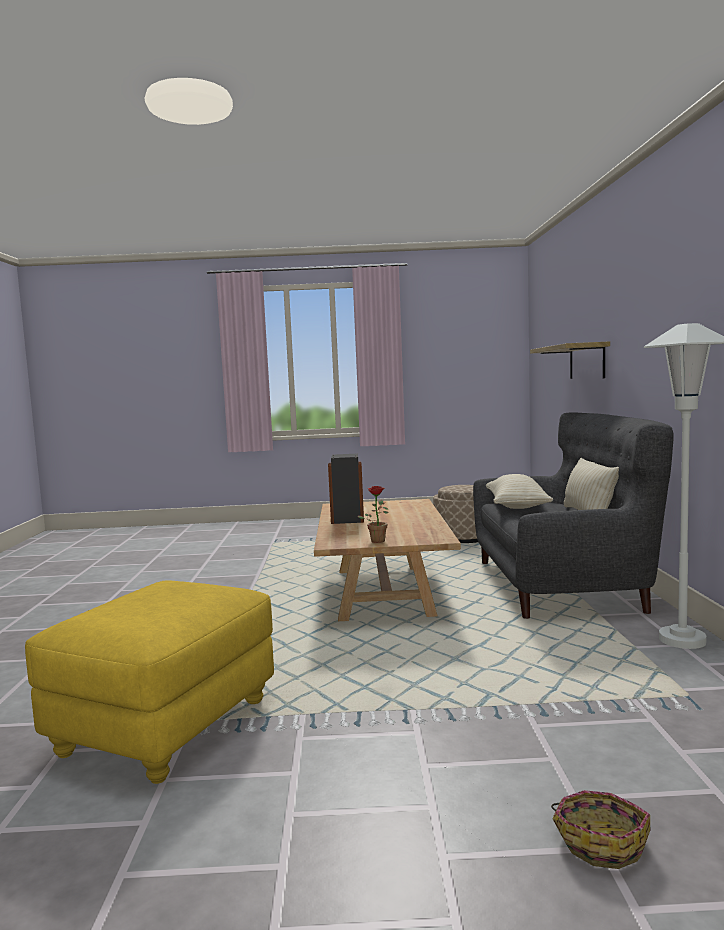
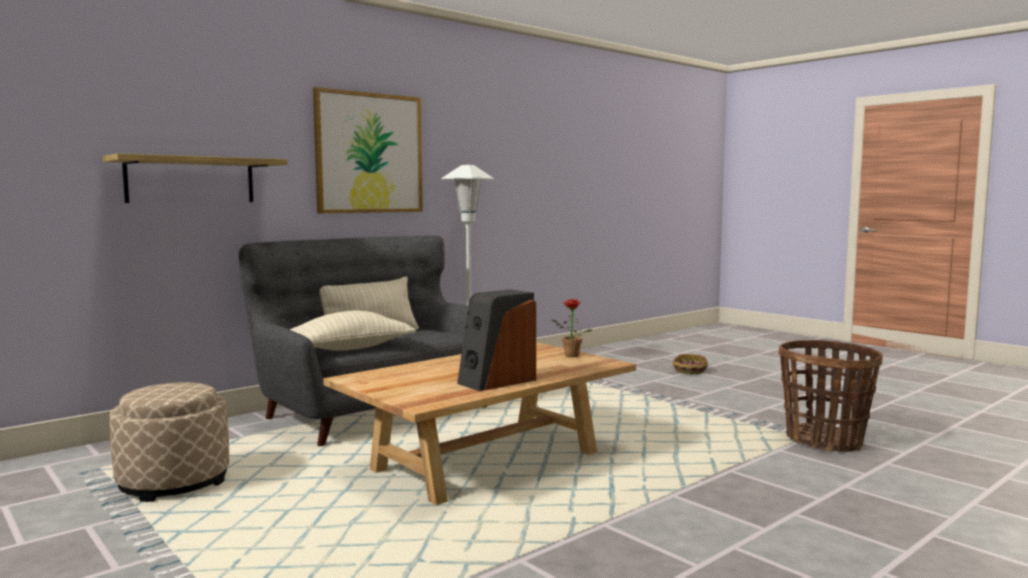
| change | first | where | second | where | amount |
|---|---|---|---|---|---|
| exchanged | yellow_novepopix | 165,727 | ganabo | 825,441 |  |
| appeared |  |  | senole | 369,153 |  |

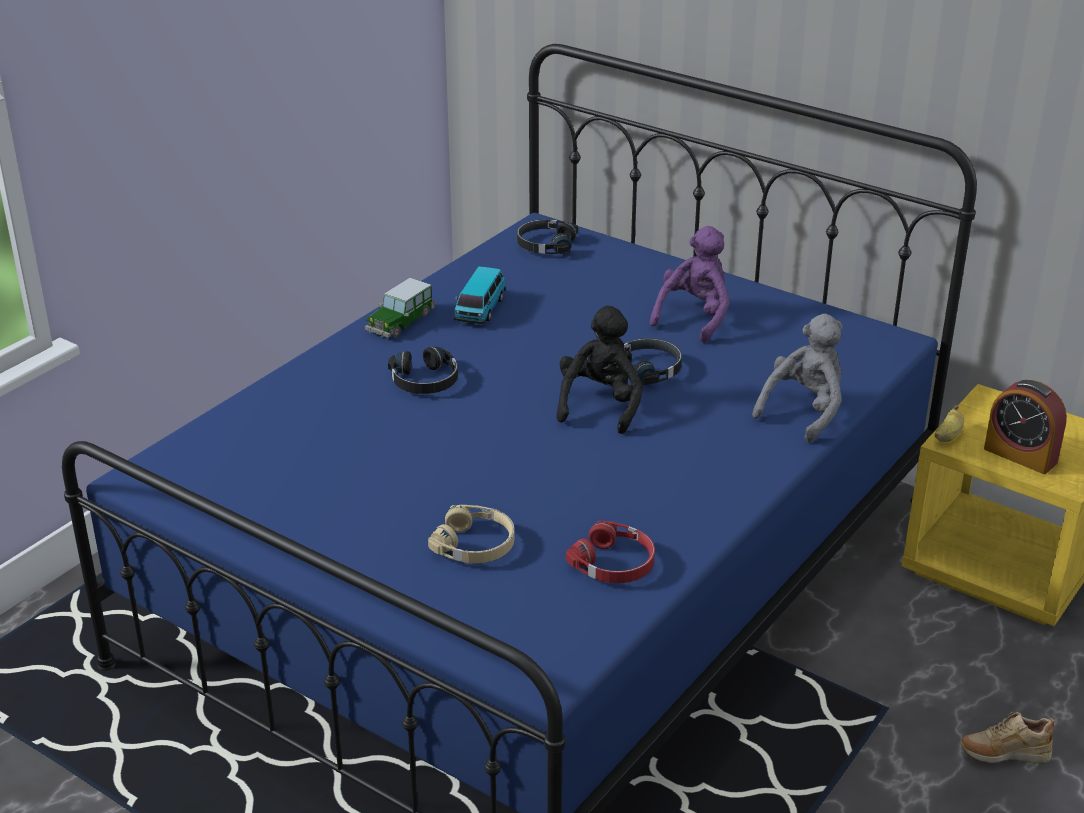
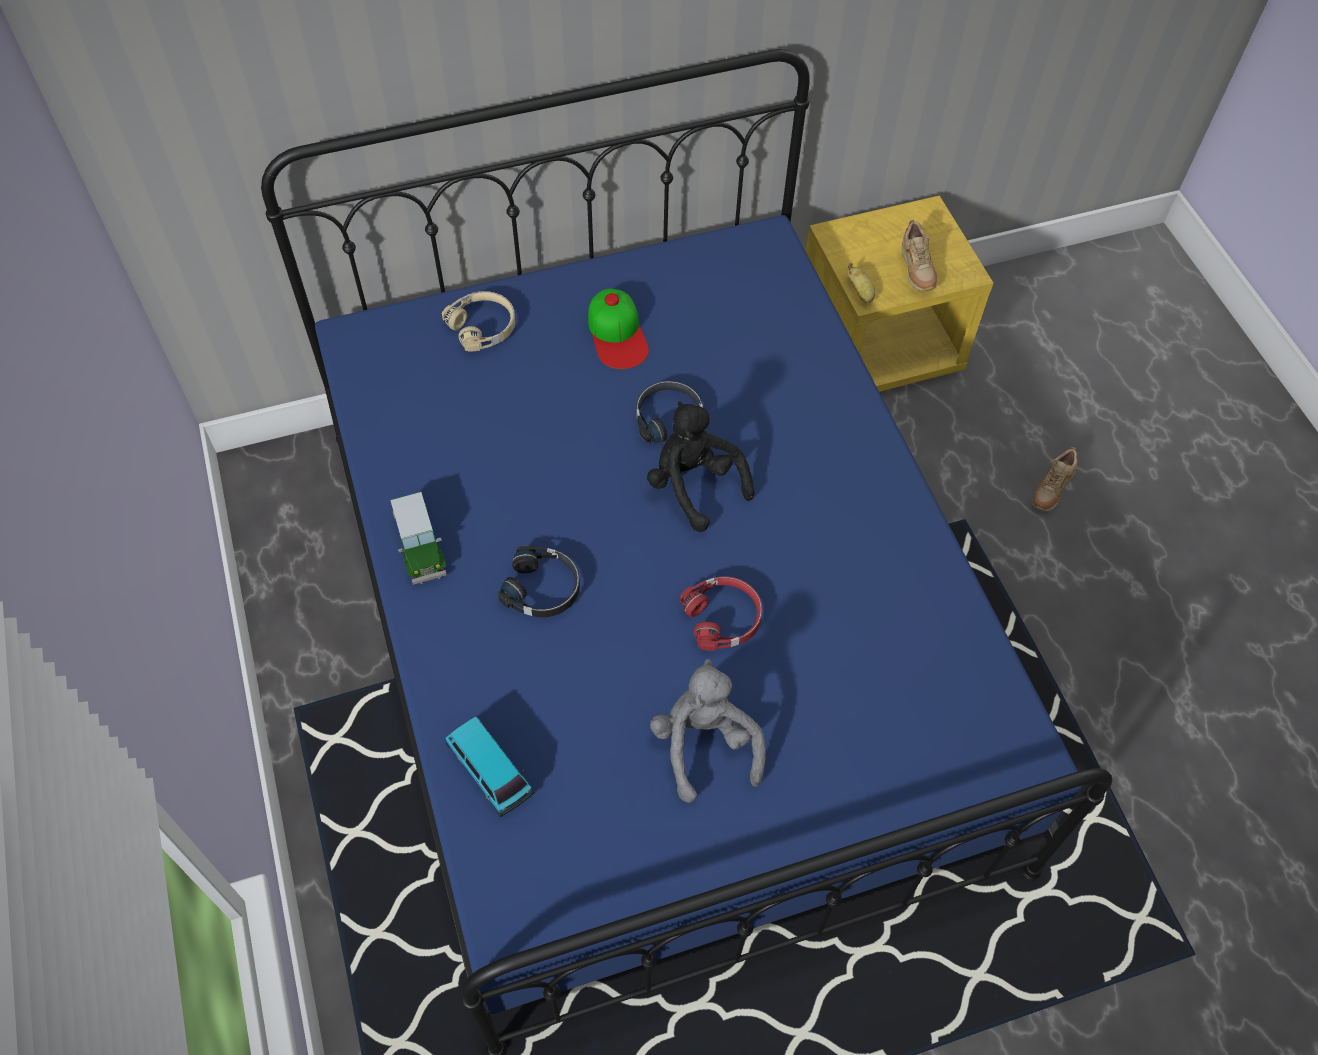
| change | first | where | second | where | amount |
|---|---|---|---|---|---|
| relocated | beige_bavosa | 475,545 |  | 483,326 |  |
| relocated | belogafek | 480,309 |  | 490,771 |  |
| missing | black_bavosa | 545,245 |  |  |  |
| relocated | red_bavosa | 614,564 |  | 723,617 |  |
| exchanged | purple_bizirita | 694,317 | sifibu | 617,334 |  |
| relocated | grey_bizirita | 804,411 |  | 705,745 |  |
| exchanged | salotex | 1020,455 | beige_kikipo | 916,271 |  |

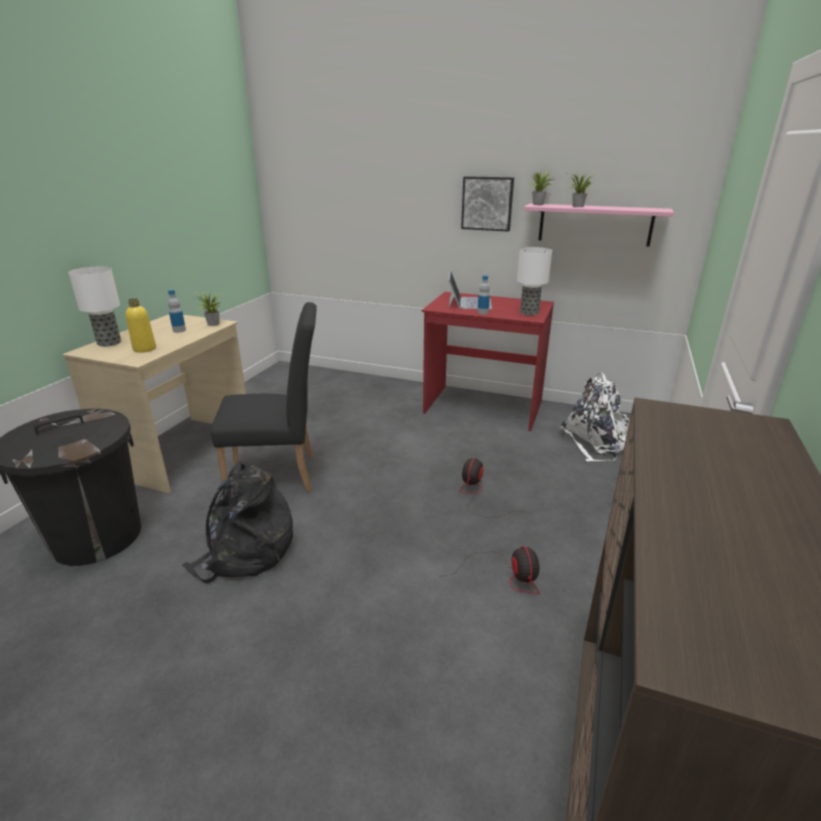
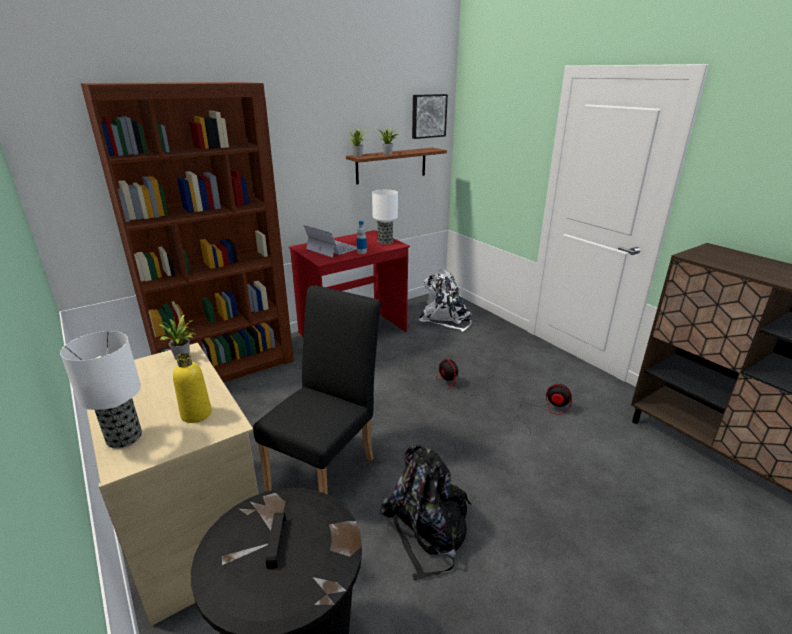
| change | first | where | second | where | amount |
|---|---|---|---|---|---|
| missing | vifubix | 179,330 |  |  |  |
| relocated | senole | 487,203 |  | 428,116 |  |
| colour | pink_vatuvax | 594,224 | brown_vatuvax | 391,165 |  |
| appeared |  |  | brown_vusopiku | 227,367 |  |

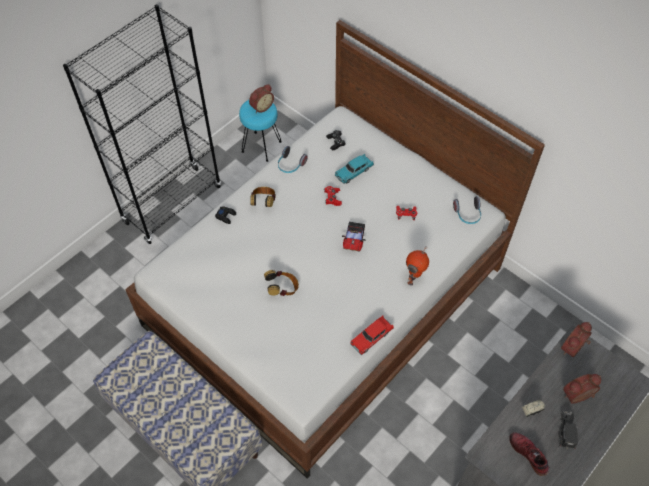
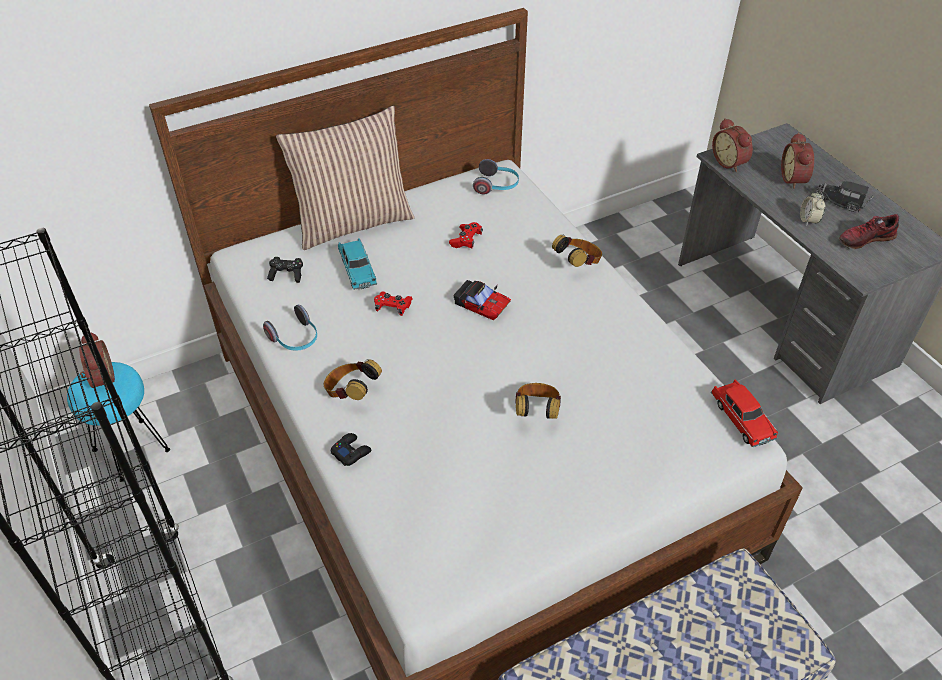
| change | first | where | second | where | amount |
|---|---|---|---|---|---|
| relocated | red_belogafek | 371,337 |  | 741,419 |  |
| exchanged | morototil | 414,279 | bavosa | 578,263 |  |
| appeared |  |  | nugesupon | 353,222 |  |

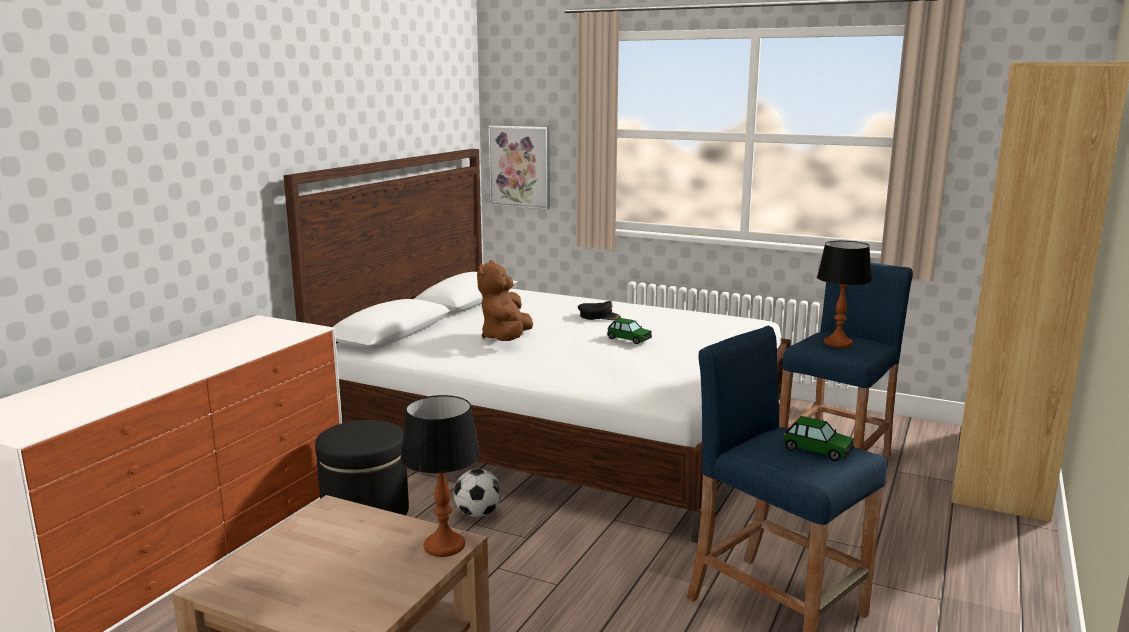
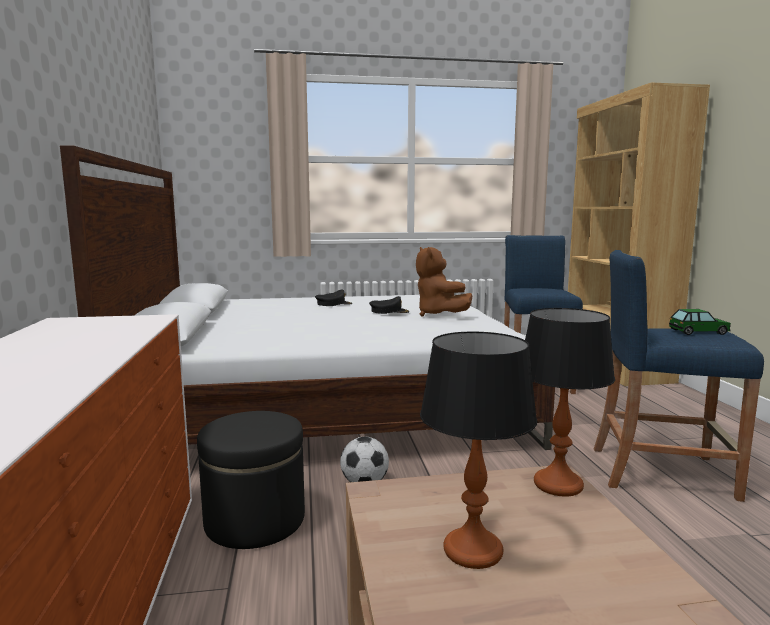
| change | first | where | second | where | amount |
|---|---|---|---|---|---|
| relocated | brown_bizirita | 506,339 |  | 438,314 |  |
| missing | senole | 520,166 |  |  |  |
| exchanged | belogafek | 629,339 | black_sifibu | 389,311 |  |
| relocated | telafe | 837,343 |  | 473,551 |  |

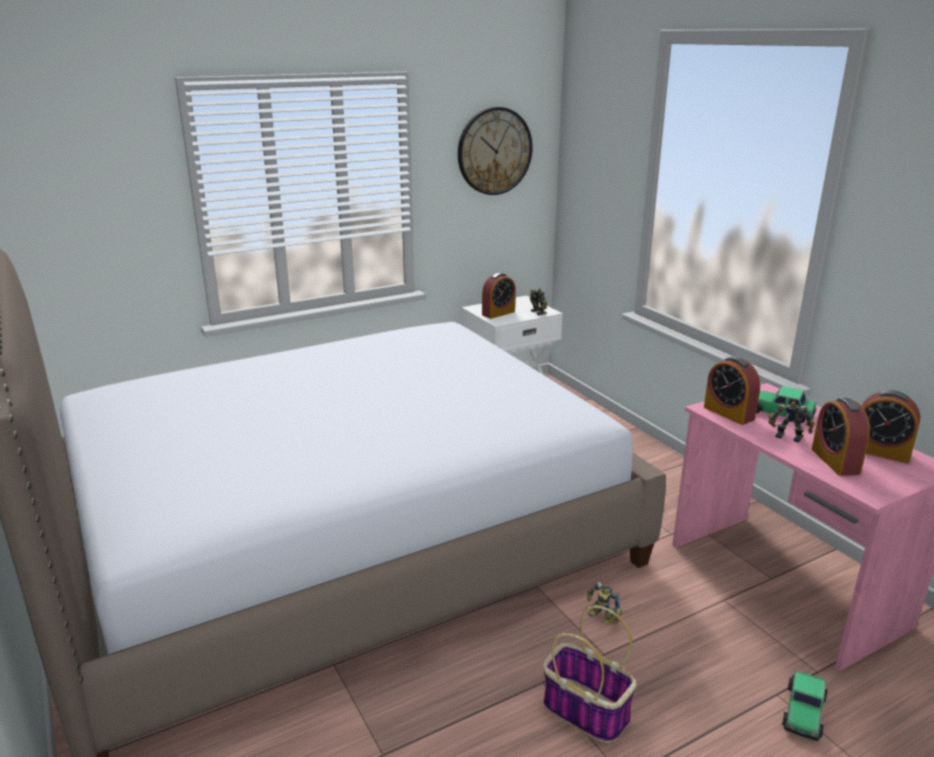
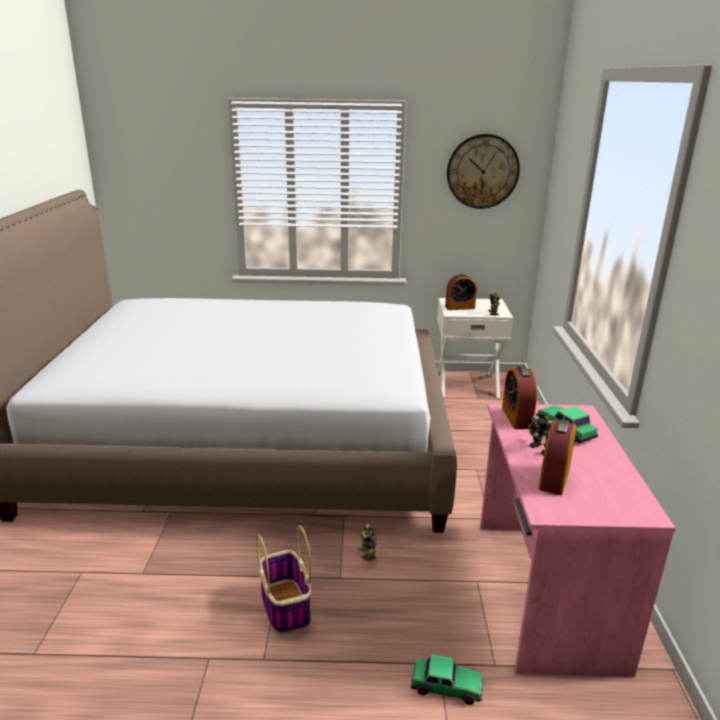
| change | first | where | second | where | amount |
|---|---|---|---|---|---|
| spun | belogafek | 803,712 |  | 446,686 | 135 degrees counterclockwise |
| missing | salotex | 880,451 |  |  |  |

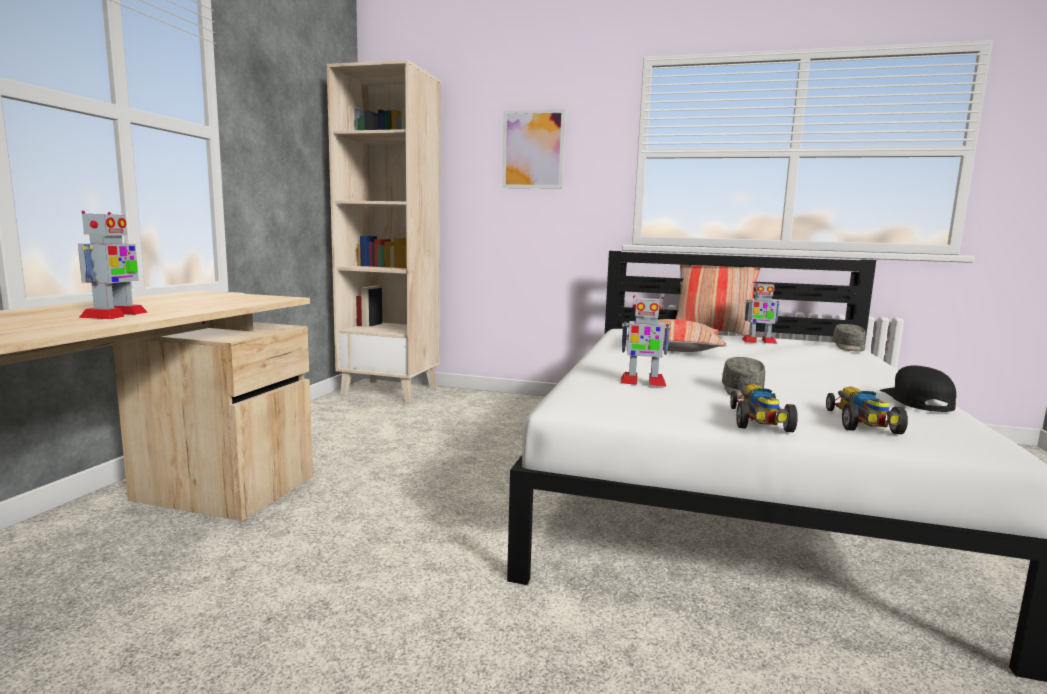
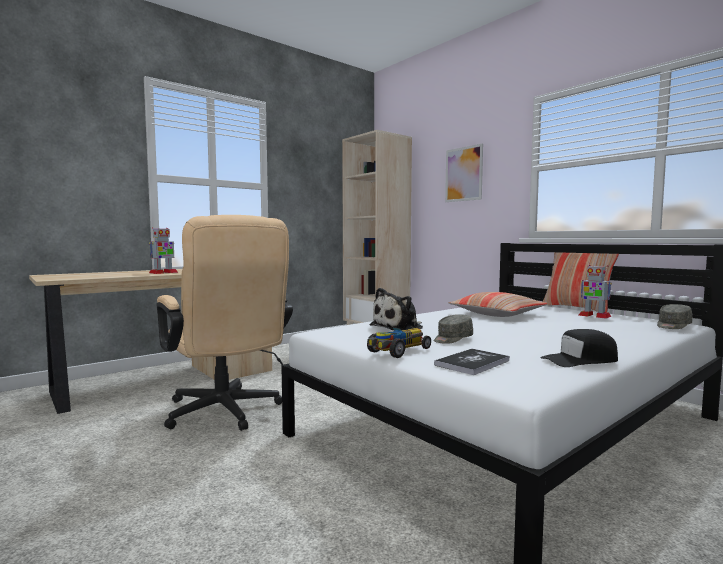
| change | first | where | second | where | amount |
|---|---|---|---|---|---|
| exchanged | morototil | 642,382 | bizirita | 399,327 |  |
| exchanged | belogafek | 862,423 | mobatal | 472,363 |  |
| spun | black_sifibu | 916,401 |  | 580,360 | 150 degrees counterclockwise |
| appeared |  |  | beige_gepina | 226,413 |  |

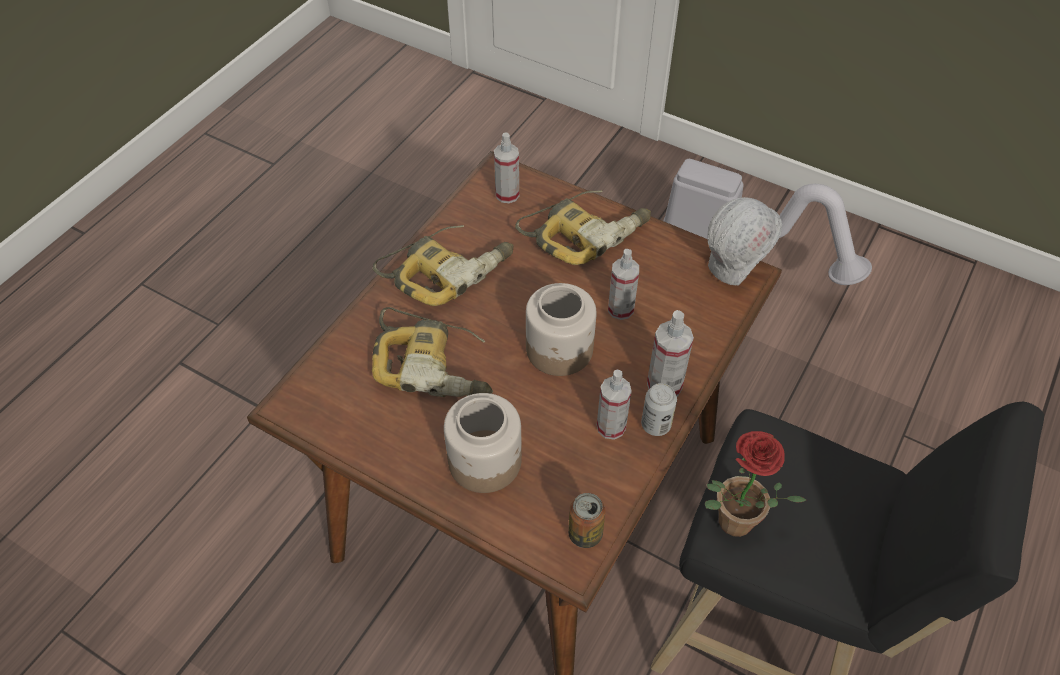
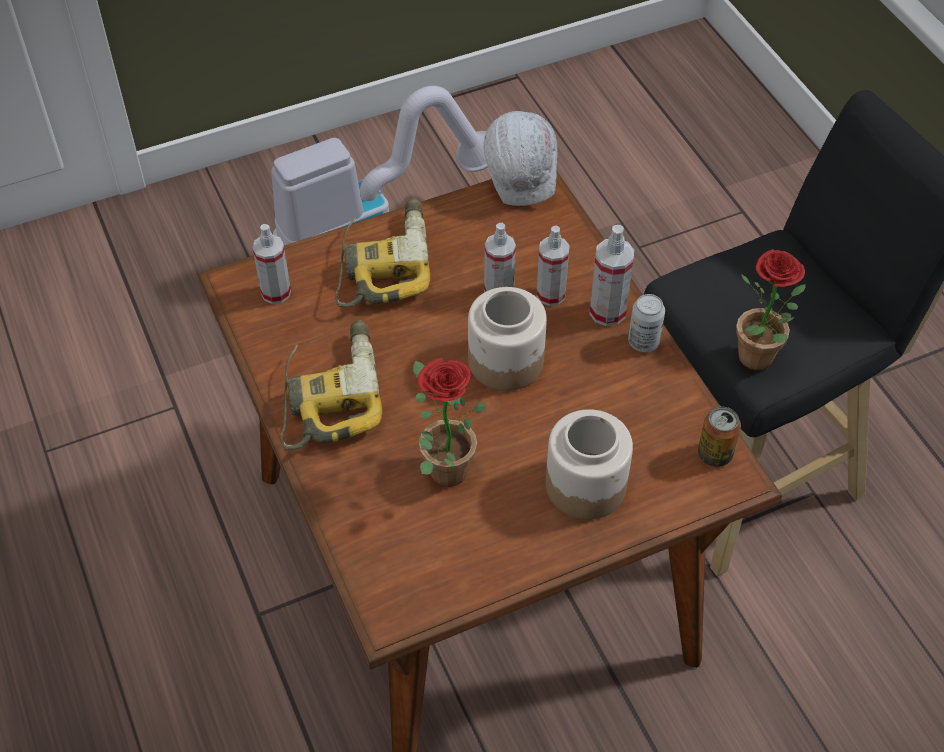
| change | first | where | second | where | amount |
|---|---|---|---|---|---|
| exchanged | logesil | 435,364 | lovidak | 442,466 |  |
| relocated | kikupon | 611,427 |  | 551,294 |  |

